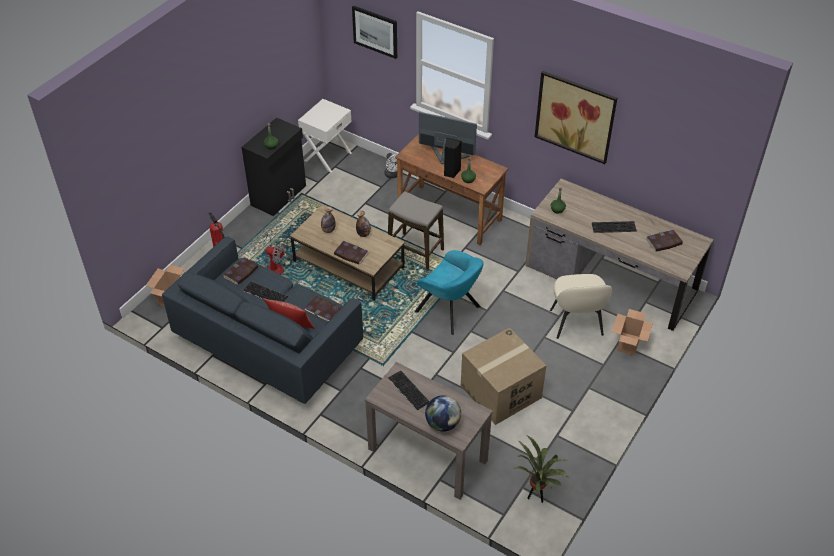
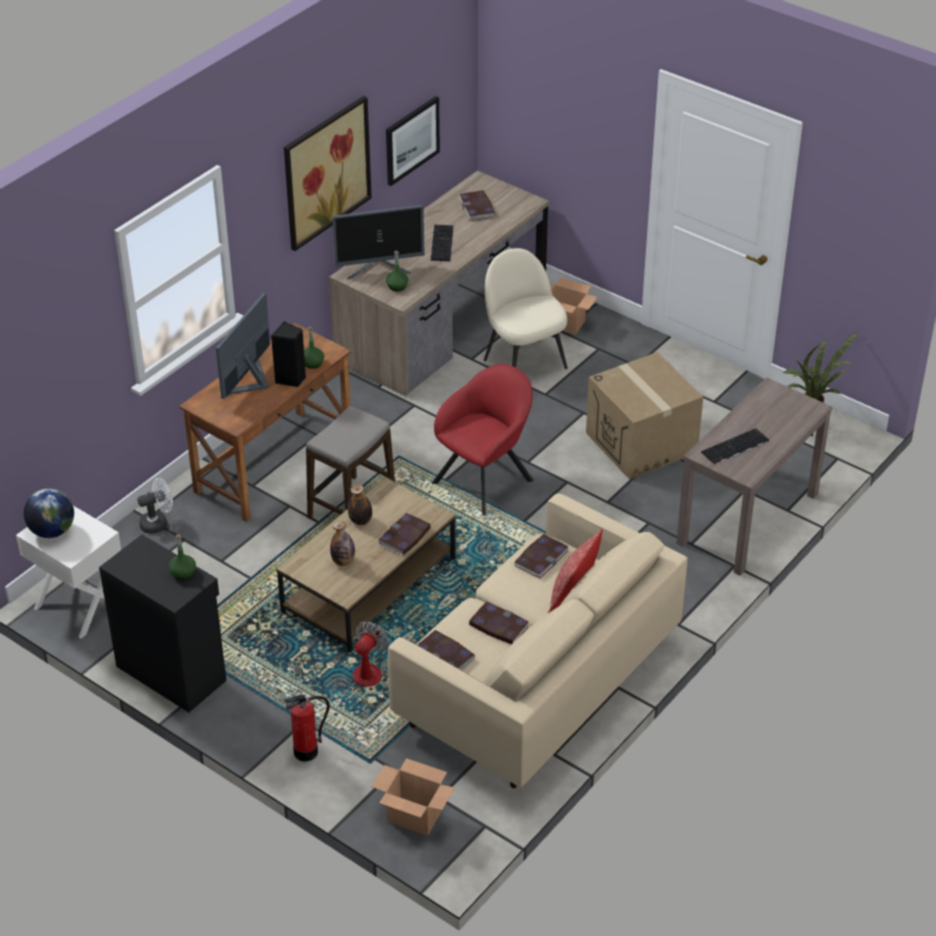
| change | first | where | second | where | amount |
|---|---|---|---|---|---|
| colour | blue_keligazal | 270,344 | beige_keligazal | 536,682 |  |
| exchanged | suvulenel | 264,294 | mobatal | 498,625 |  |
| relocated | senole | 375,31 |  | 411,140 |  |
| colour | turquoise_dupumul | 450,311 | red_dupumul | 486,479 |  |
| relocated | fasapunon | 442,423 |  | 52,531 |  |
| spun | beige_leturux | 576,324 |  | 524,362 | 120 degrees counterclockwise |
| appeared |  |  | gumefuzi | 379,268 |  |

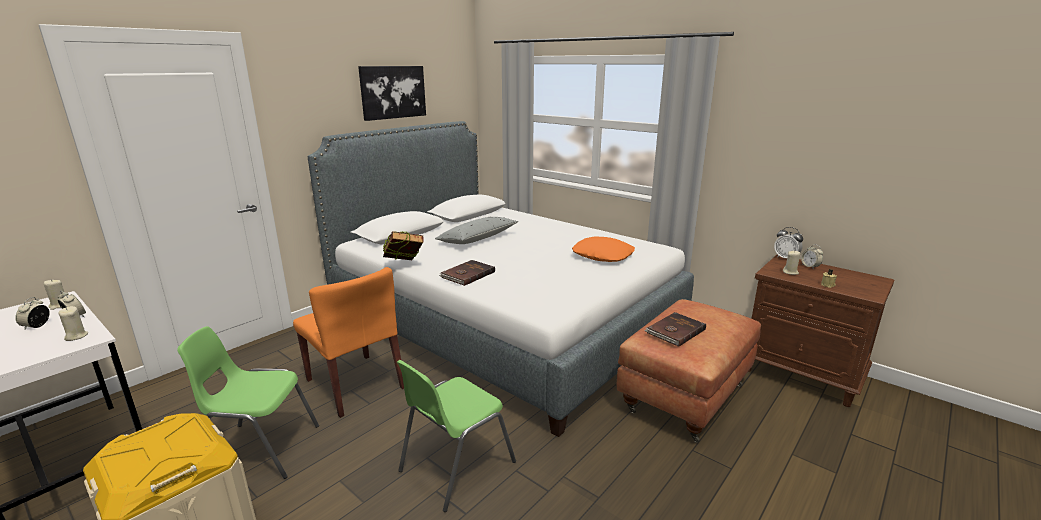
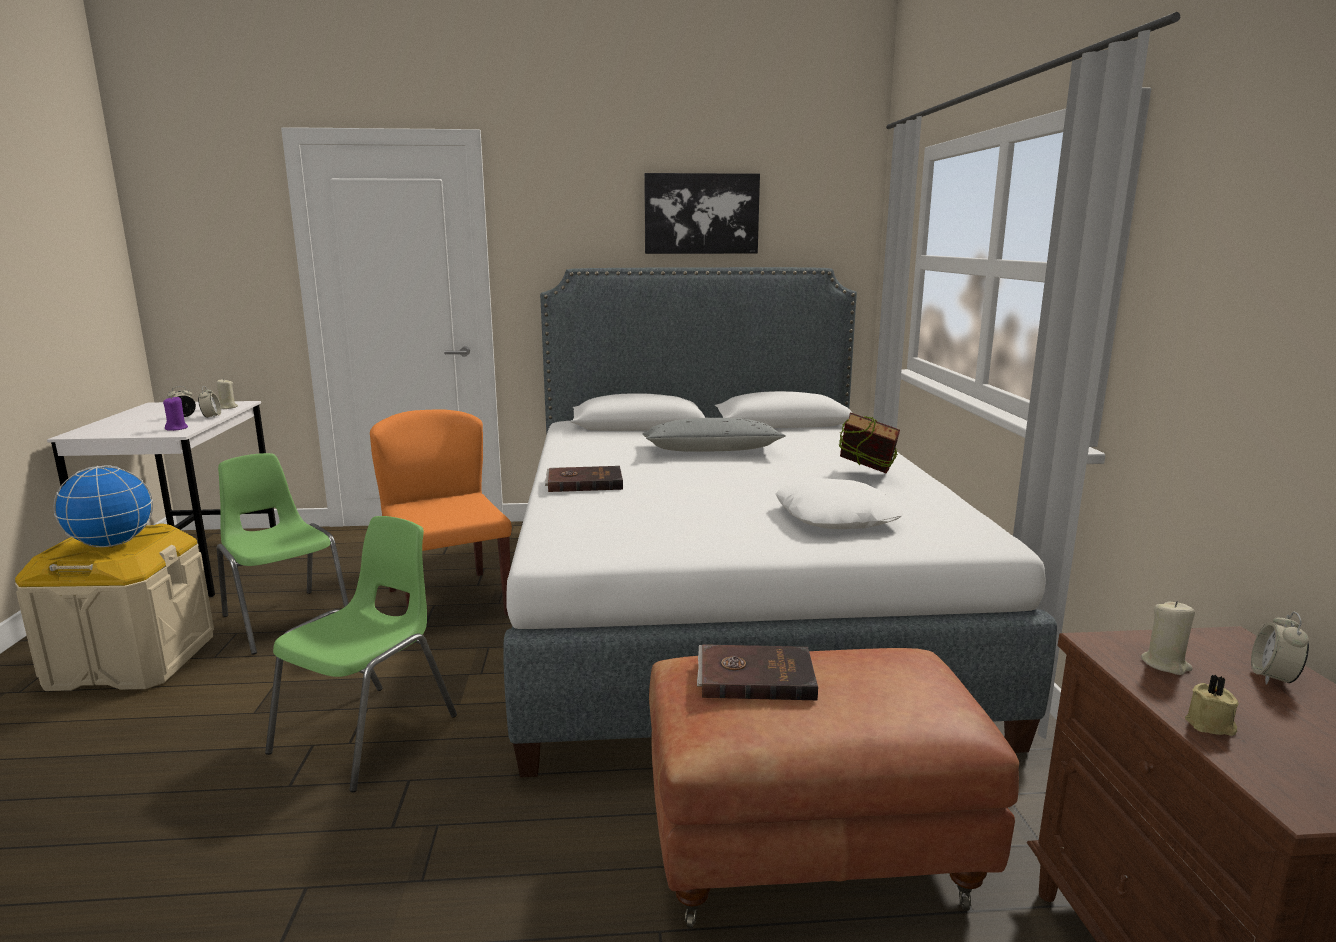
| change | first | where | second | where | amount |
|---|---|---|---|---|---|
| colour | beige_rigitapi | 76,336 | purple_rigitapi | 177,428 |  |
| spun | orange_leturux | 356,384 |  | 448,601 | 150 degrees clockwise |
| relocated | mobatal | 404,265 |  | 866,476 |  |
| spun | green_leturux | 455,466 |  | 369,733 | 120 degrees clockwise |
| colour | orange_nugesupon | 603,255 | white_nugesupon | 837,517 |  |
| missing | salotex | 785,258 |  |  |  |
| appeared |  |  | fasapunon | 112,544 |  |

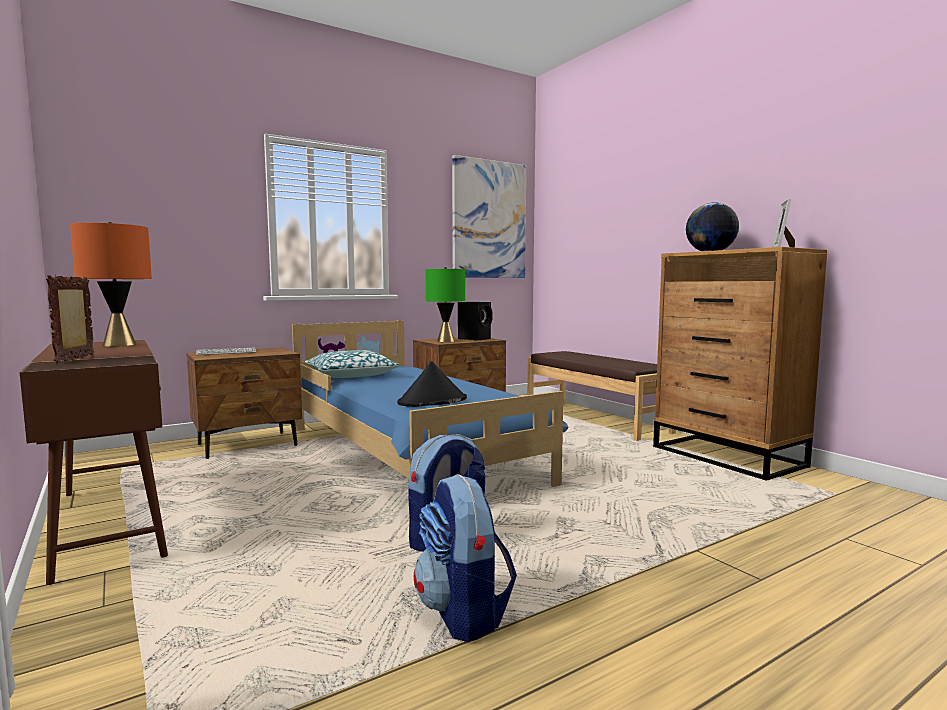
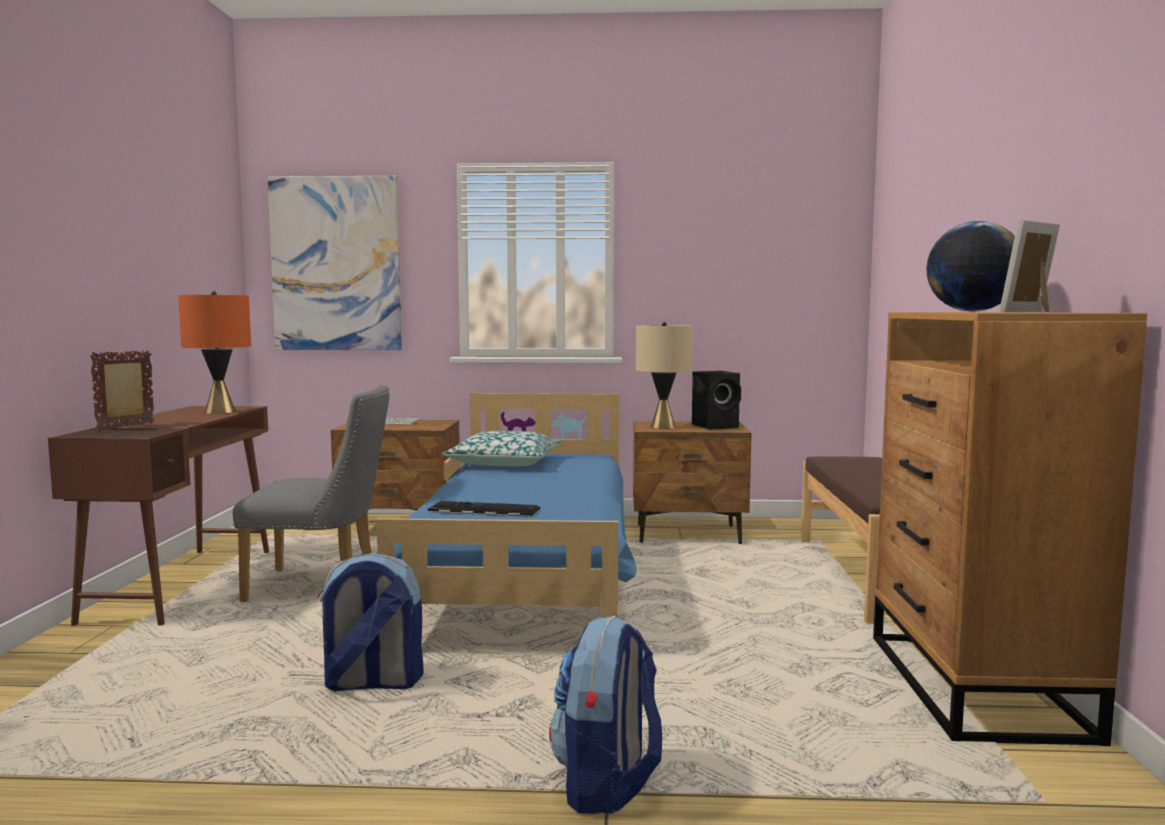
| change | first | where | second | where | amount |
|---|---|---|---|---|---|
| exchanged | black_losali | 432,401 | suvulenel | 482,510 |  |
| relocated | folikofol | 463,613 |  | 607,784 |  |
| colour | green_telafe | 446,341 | beige_telafe | 663,427 |  |
| relocated | senole | 489,220 |  | 336,264 |  |
| appeared |  |  | grey_leturux | 323,586 |  |

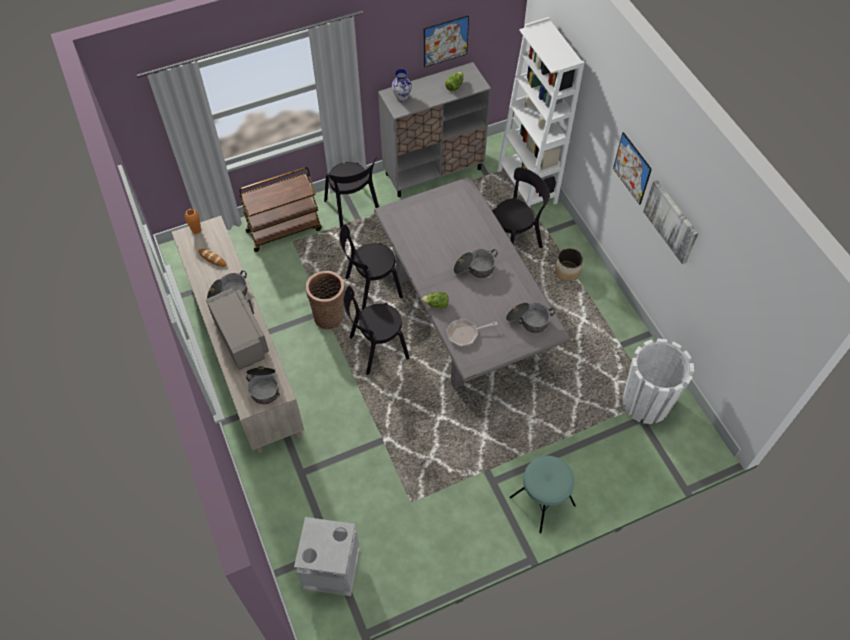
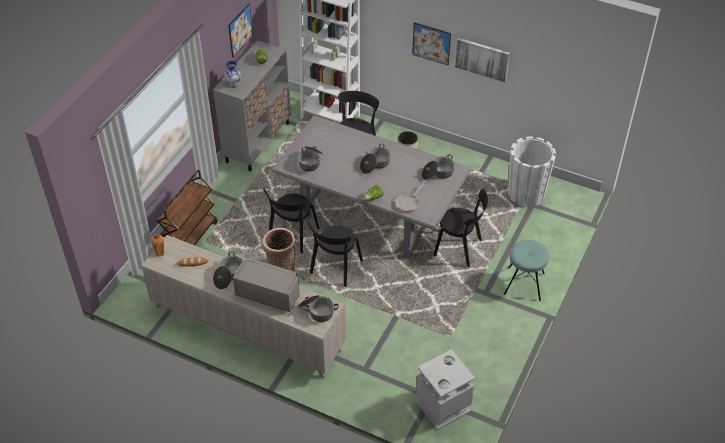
| change | first | where | second | where | amount |
|---|---|---|---|---|---|
| relocated | black_leturux | 353,209 |  | 460,248 |  |
| appeared |  |  | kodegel | 311,162 |  |

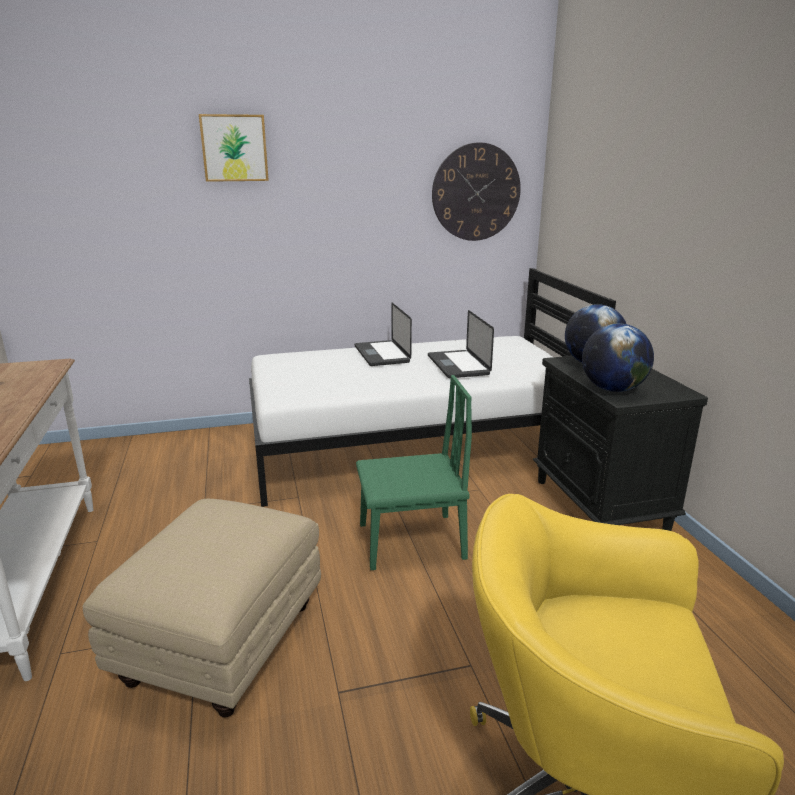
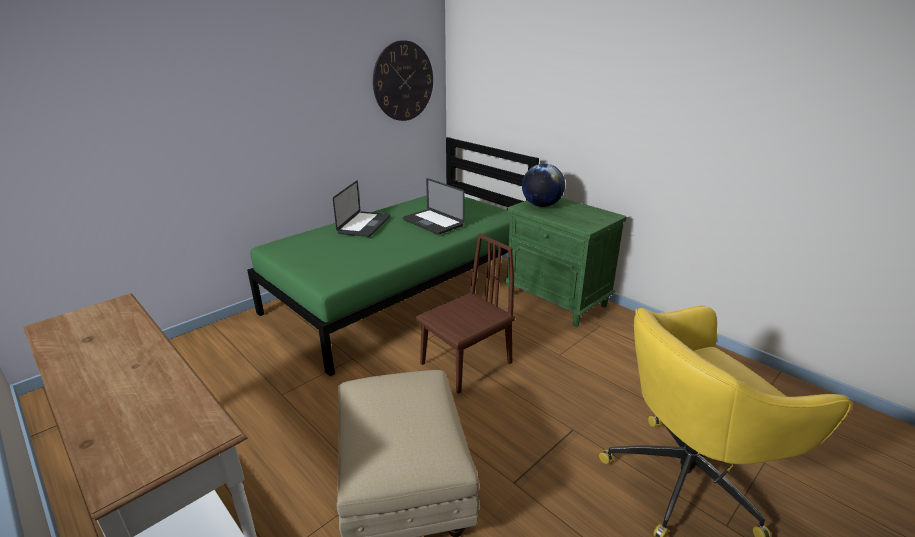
| change | first | where | second | where | amount |
|---|---|---|---|---|---|
| missing | senole | 234,148 |  |  |  |
| colour | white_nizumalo | 414,445 | green_nizumalo | 404,291 |  |
| spun | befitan | 382,354 |  | 364,225 | 120 degrees counterclockwise |
| colour | green_leturux | 411,541 | brown_leturux | 466,363 |  |
| colour | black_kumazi | 601,506 | green_kumazi | 557,300 |  |
| missing | fasapunon | 612,389 |  |  |  |

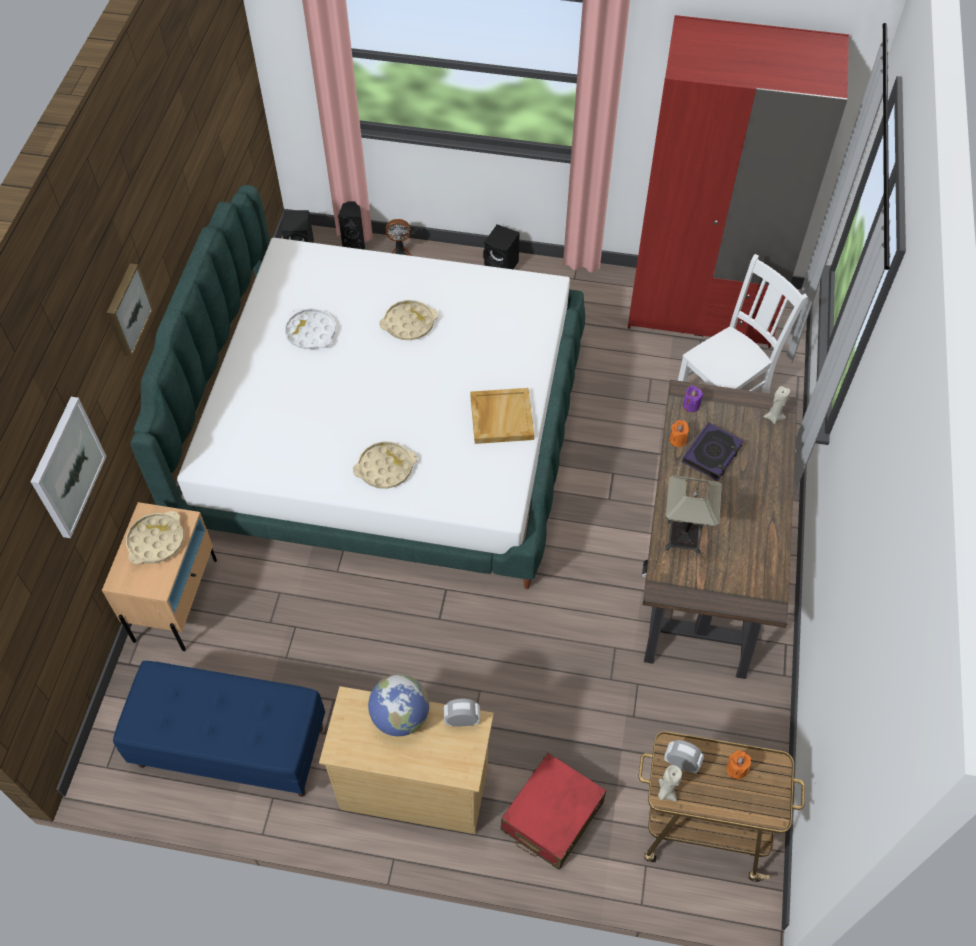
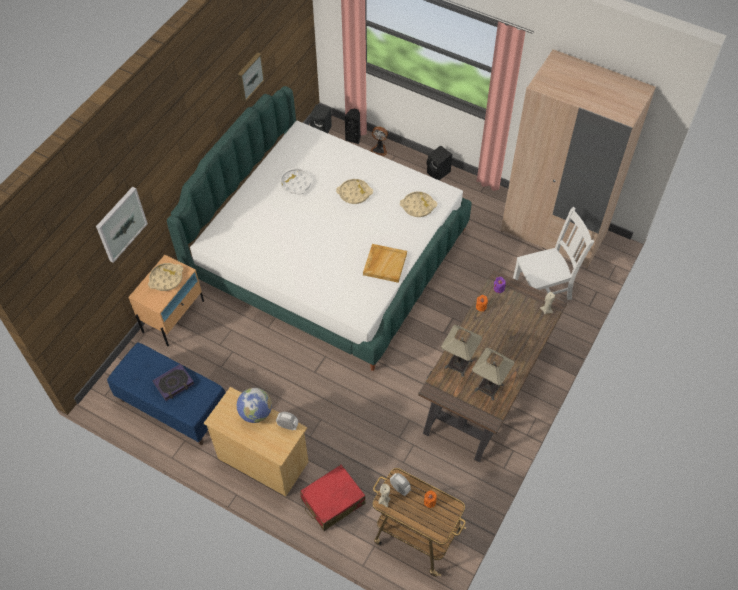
| change | first | where | second | where | amount |
|---|---|---|---|---|---|
| relocated | senole | 126,310 |  | 249,76 |  |
| relocated | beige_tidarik | 385,468 |  | 418,206 |  |
| colour | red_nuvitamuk | 702,308 | beige_nuvitamuk | 554,232 |  |
| relocated | mobatal | 712,454 |  | 174,384 |  |
| appeared |  |  | telafe | 488,387 |  |

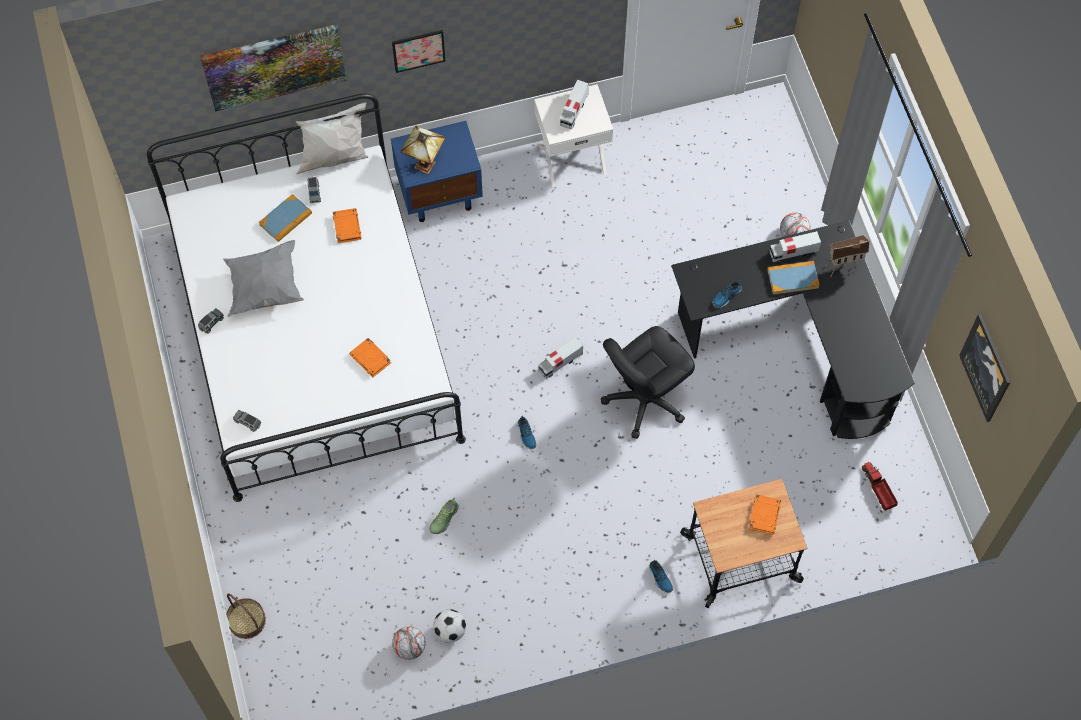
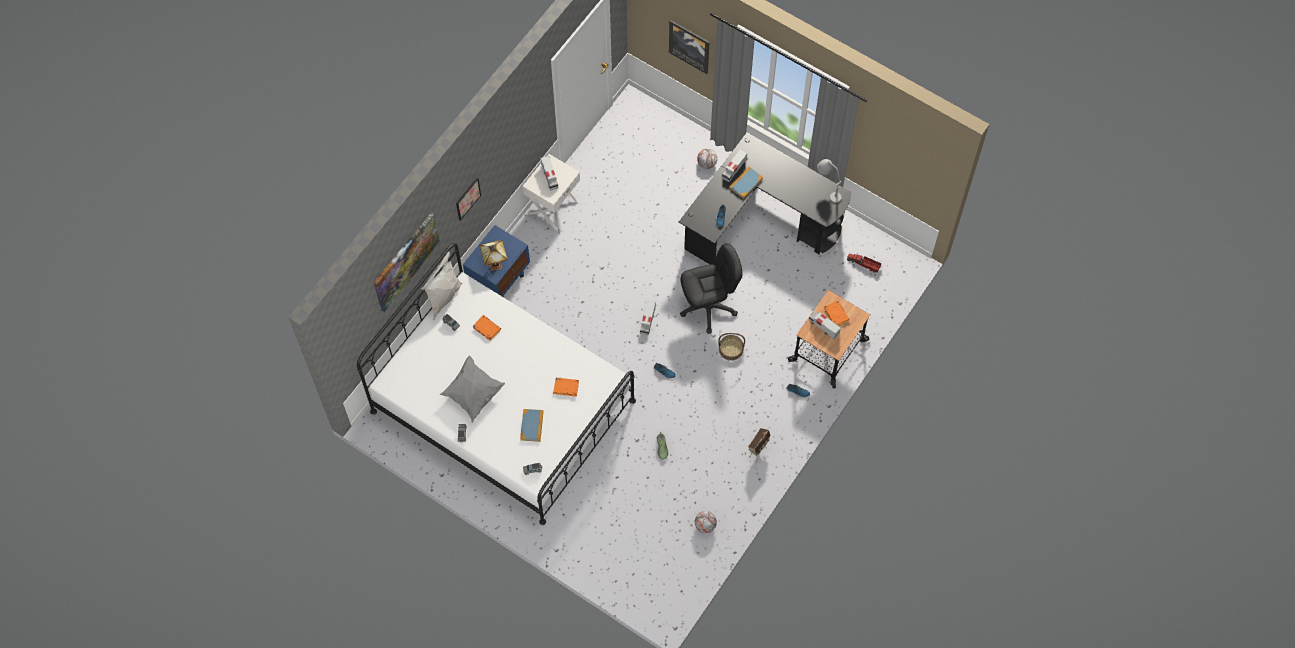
| change | first | where | second | where | amount |
|---|---|---|---|---|---|
| relocated | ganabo | 246,620 |  | 730,349 |  |
| relocated | mobatal | 286,219 |  | 532,426 |  |
| missing | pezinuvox | 450,630 |  |  |  |
| spun | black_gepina | 644,399 |  | 708,307 | 120 degrees counterclockwise |
| relocated | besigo | 842,265 |  | 757,450 |  |
| relocated | senole | 986,367 |  | 689,46 |  |
| appeared |  |  | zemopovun | 823,327 |  |
| appeared |  |  | grey_telafe | 827,189 |  |

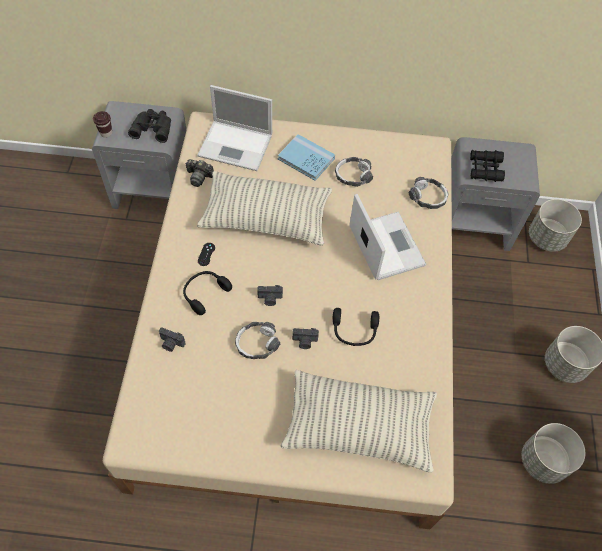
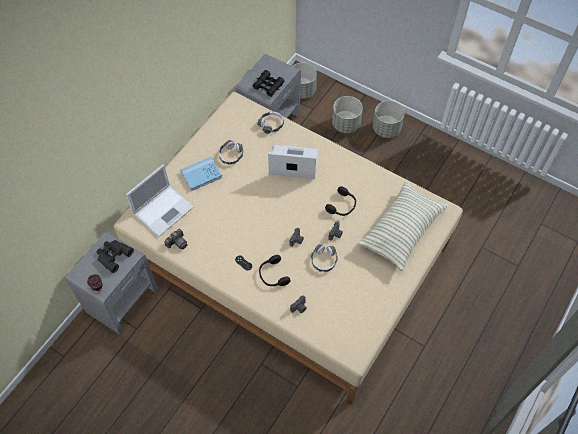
| change | first | where | second | where | amount |
|---|---|---|---|---|---|
| missing | nugesupon | 266,218 |  |  |  |
| relocated | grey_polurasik | 543,460 |  | 345,124 |  |

